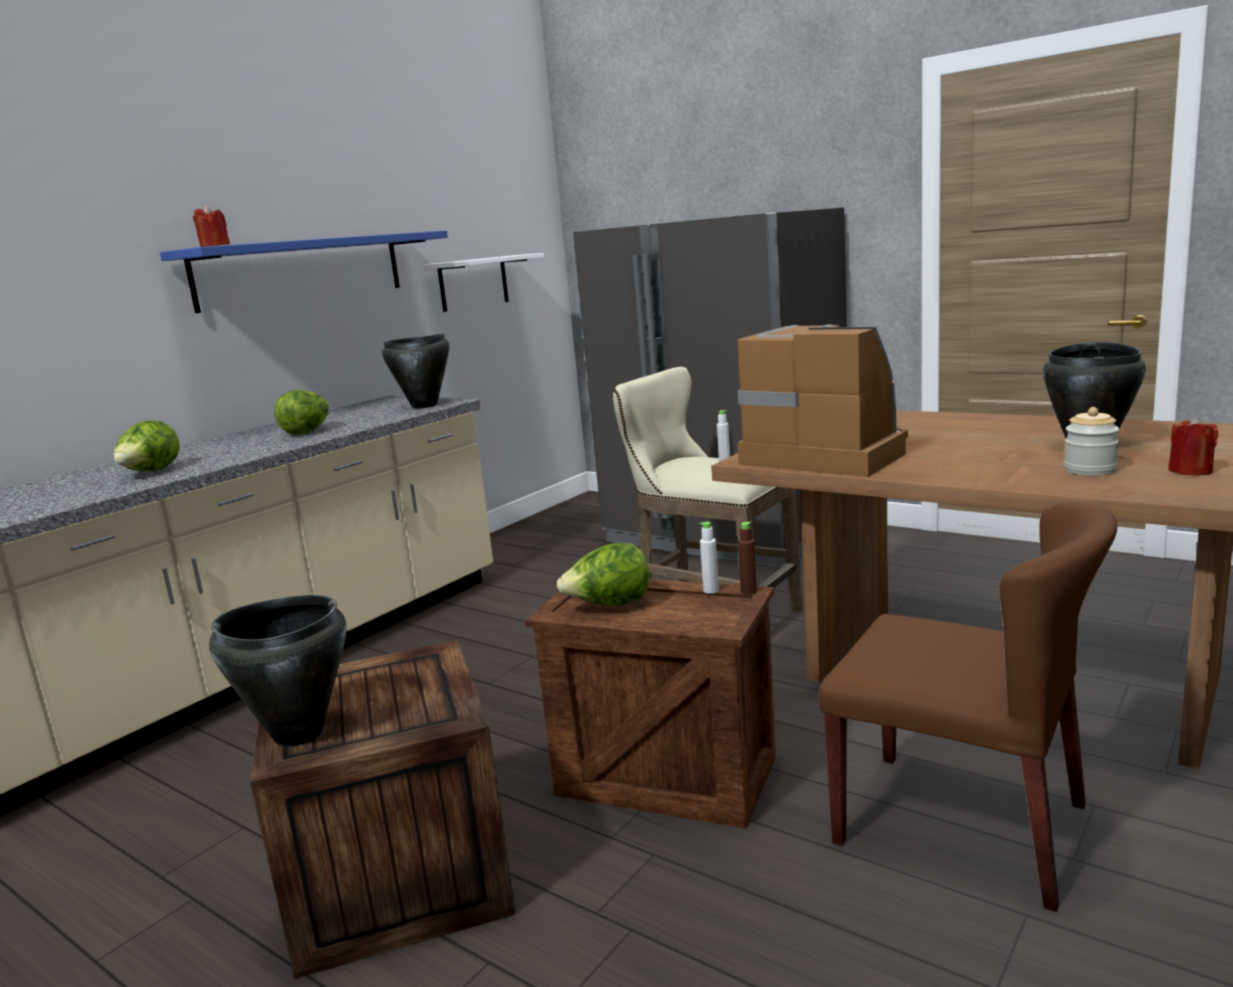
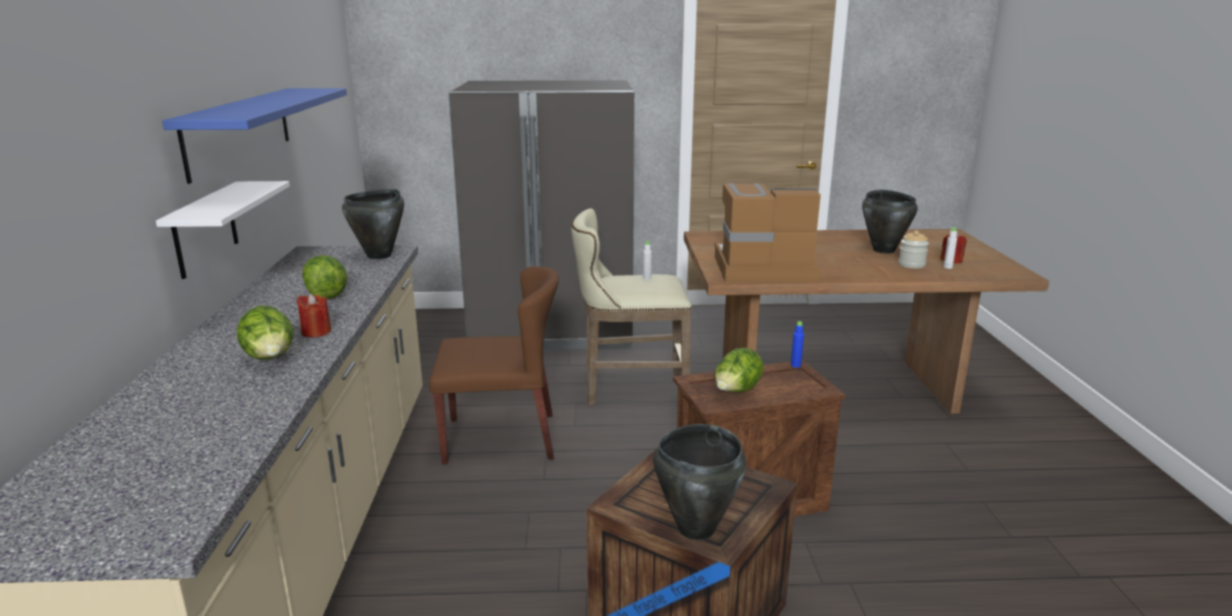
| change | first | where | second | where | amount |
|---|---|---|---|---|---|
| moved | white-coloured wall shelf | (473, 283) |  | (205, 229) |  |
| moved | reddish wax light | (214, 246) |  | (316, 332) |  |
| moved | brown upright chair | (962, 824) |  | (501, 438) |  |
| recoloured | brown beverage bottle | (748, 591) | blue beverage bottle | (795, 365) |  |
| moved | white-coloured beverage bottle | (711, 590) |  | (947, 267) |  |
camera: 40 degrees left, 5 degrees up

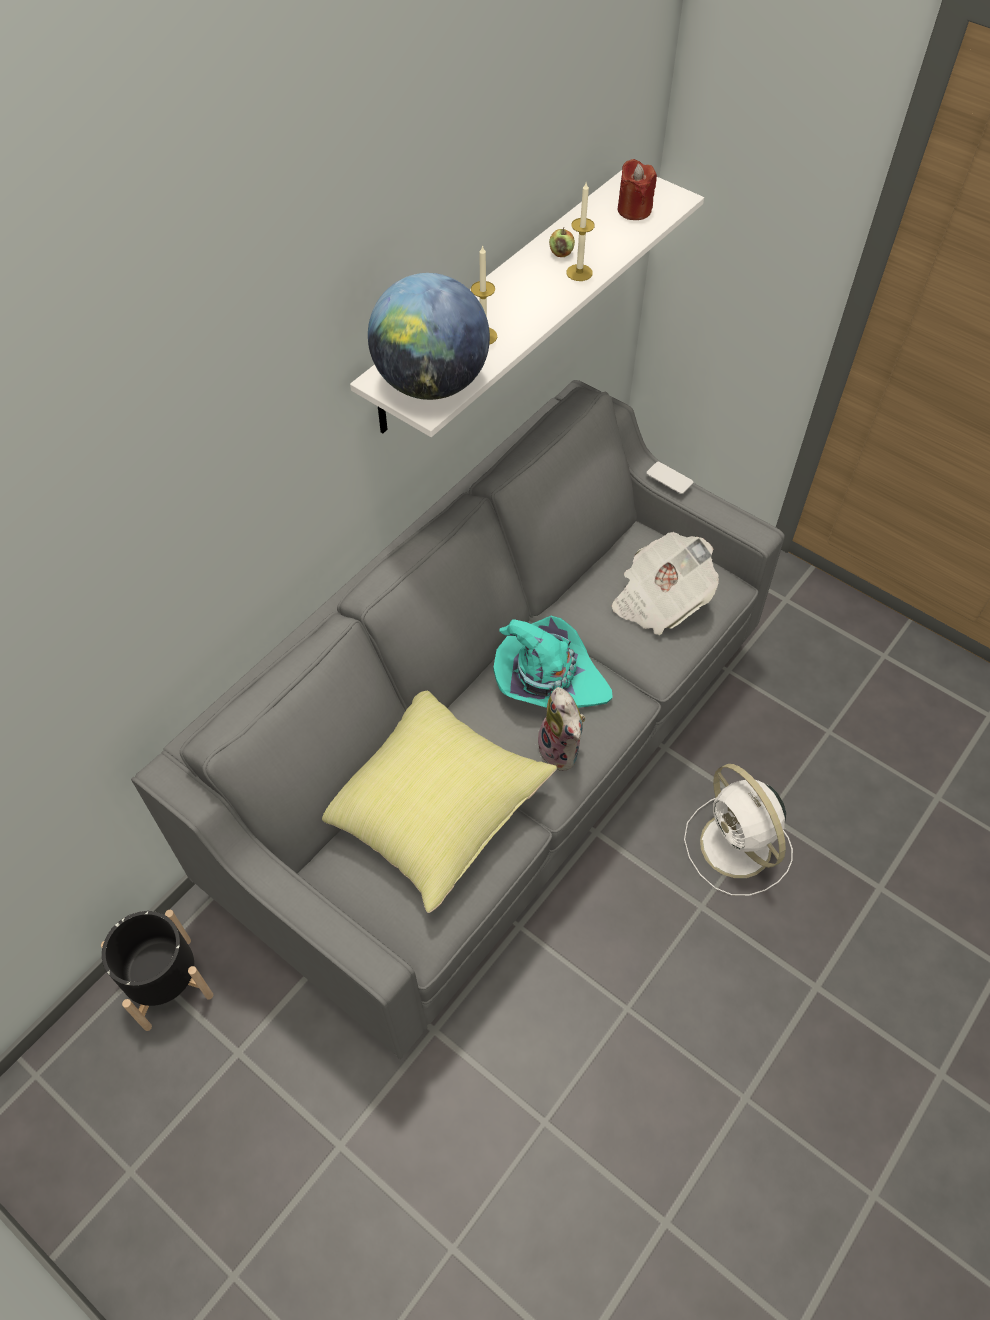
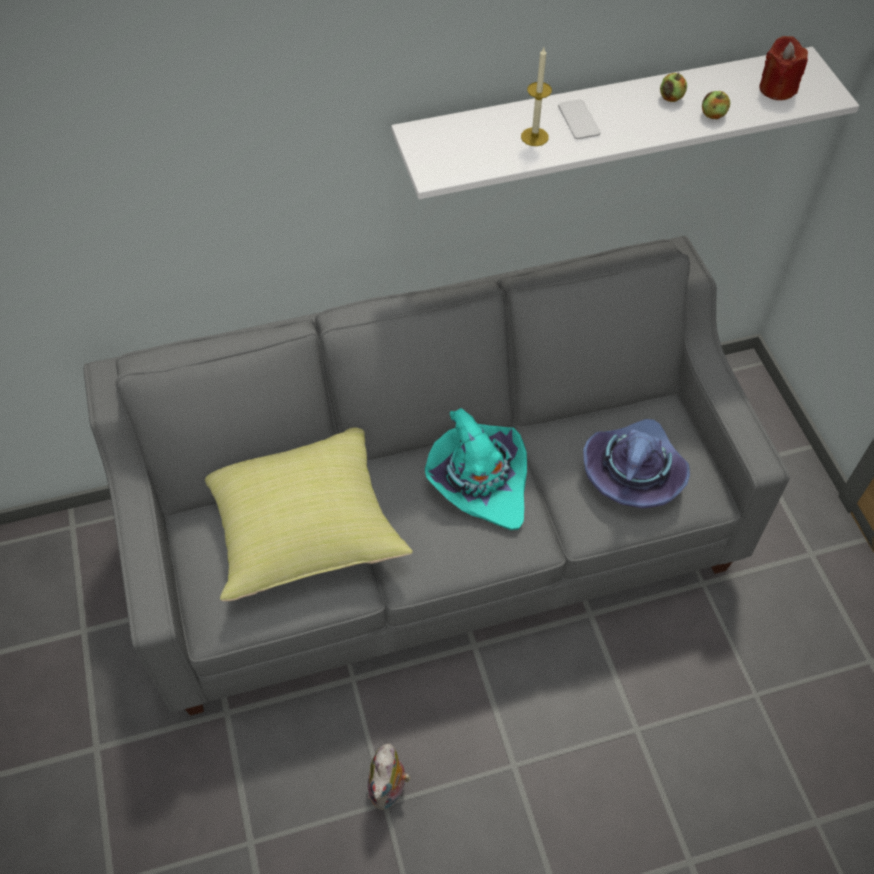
| change | first | where | second | where | amount |
|---|---|---|---|---|---|
| moved | plush toy | (562, 751) |  | (389, 789) |  |
| moved | phone | (669, 478) |  | (578, 120) |  |
| replaced | newspaper | (660, 599) | purplish hat | (633, 471) |  |
| added |  |  | apple | (713, 115) |  |
| removed | black-coloured planter | (167, 983) |  |  |  |
| removed | globe | (431, 384) |  |  |  |
| removed | wax light | (579, 272) |  |  |  |
| removed | white-coloured cooling fan | (737, 848) |  |  |  |
camera: 35 degrees right, 0 degrees up

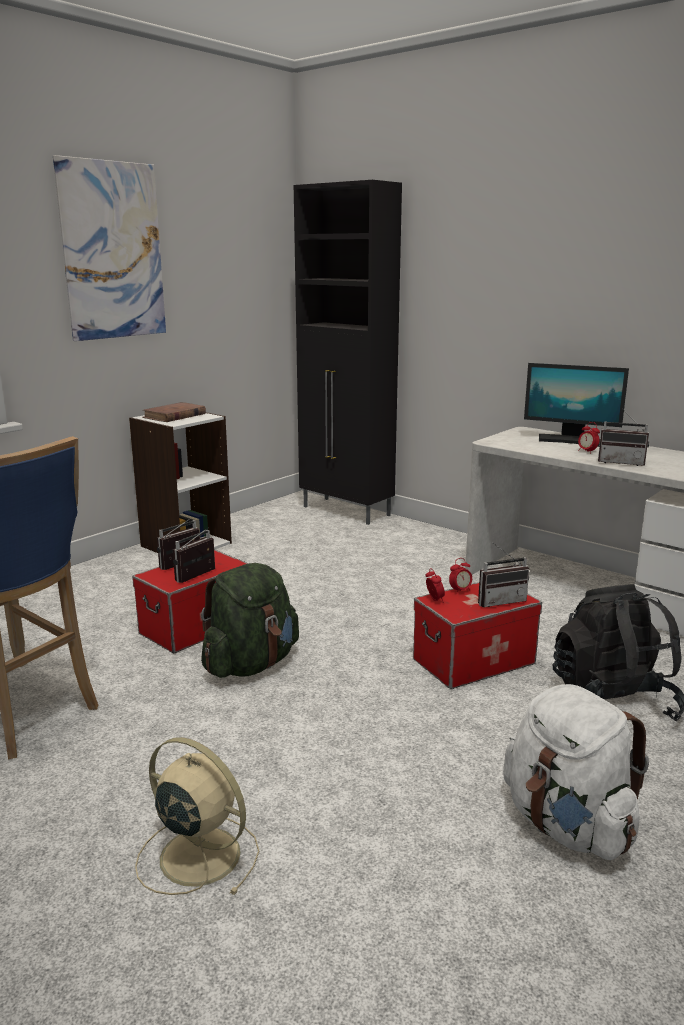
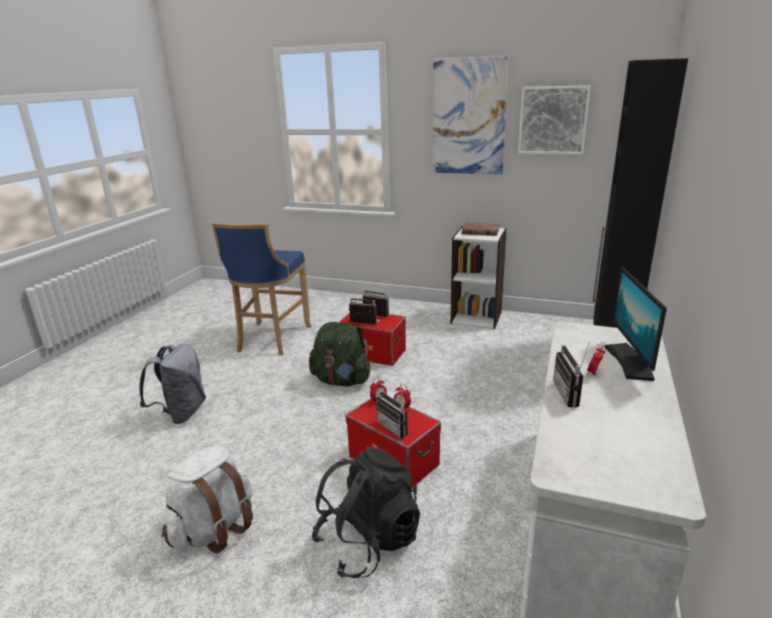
| change | first | where | second | where | amount |
|---|---|---|---|---|---|
| replaced | beige-coloured cooling fan | (197, 854) | grey backpack | (181, 413) |  |
| added |  |  | picture | (553, 120) |  |
camera: 70 degrees right, 5 degrees up

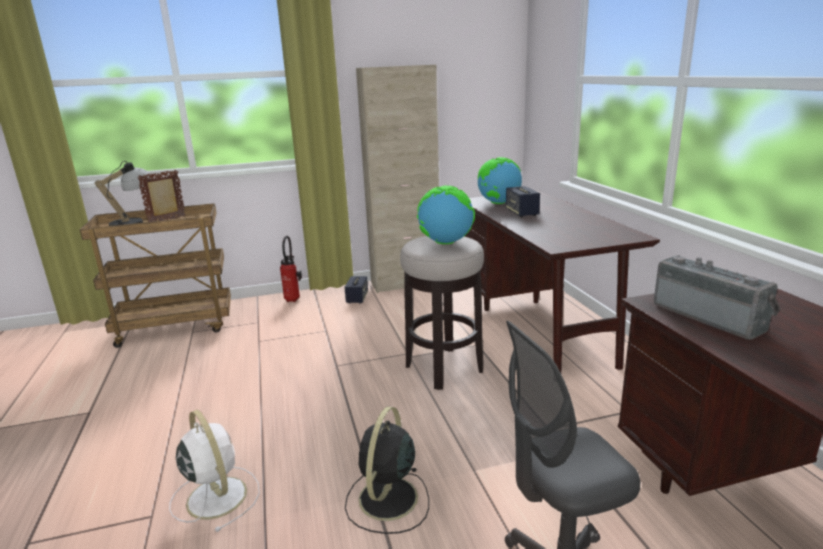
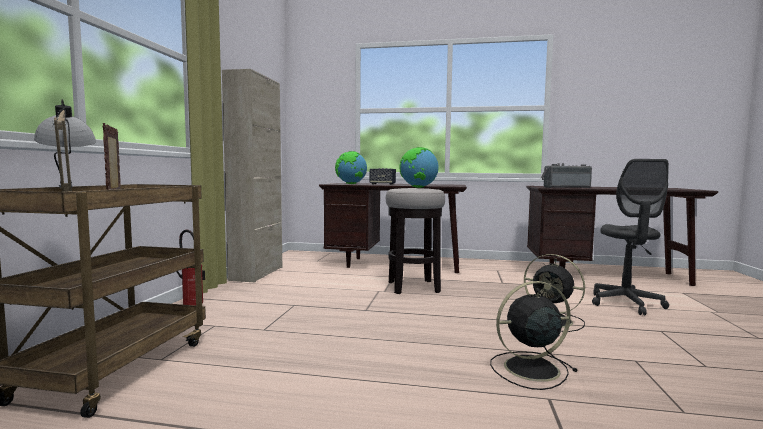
| change | first | where | second | where | amount |
|---|---|---|---|---|---|
| recoloured | white-coloured cooling fan | (216, 496) | black-coloured cooling fan | (529, 369) |  |
| removed | audio speaker | (357, 298) |  |  |  |
camera: 65 degrees left, 15 degrees down

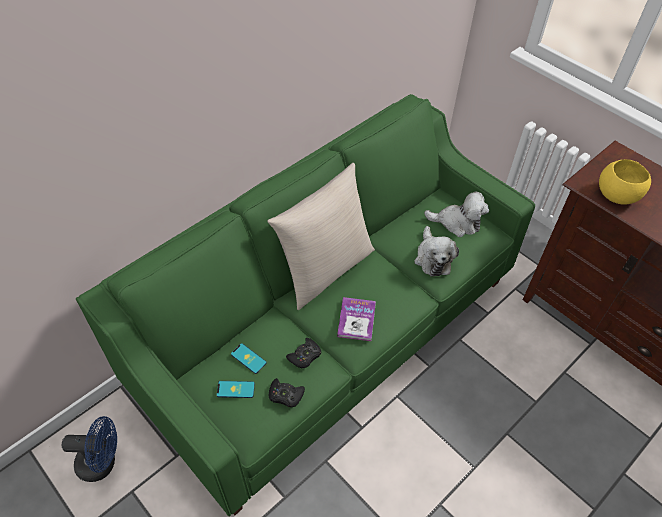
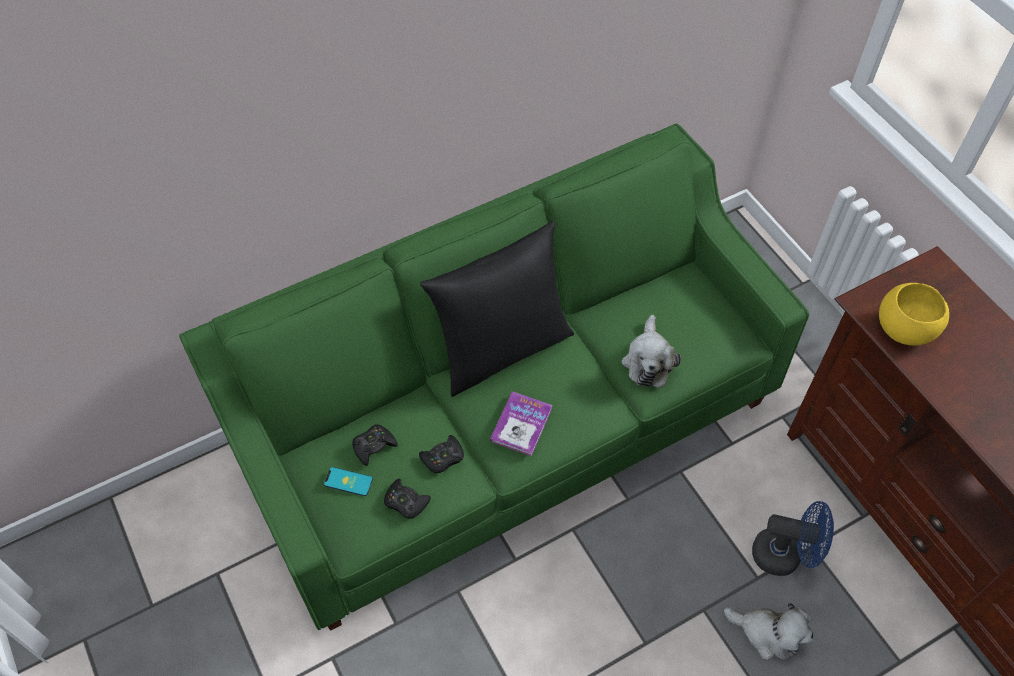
| change | first | where | second | where | amount |
|---|---|---|---|---|---|
| replaced | phone | (248, 358) | black-coloured gamepad | (374, 446) |  |
| recoloured | beige-coloured pillow | (325, 269) | black-coloured pillow | (502, 348) |  |
| moved | plush toy | (457, 223) |  | (768, 633) |  |
| moved | blue cooling fan | (102, 463) |  | (785, 555) |  |
camera: 15 degrees right, 5 degrees up

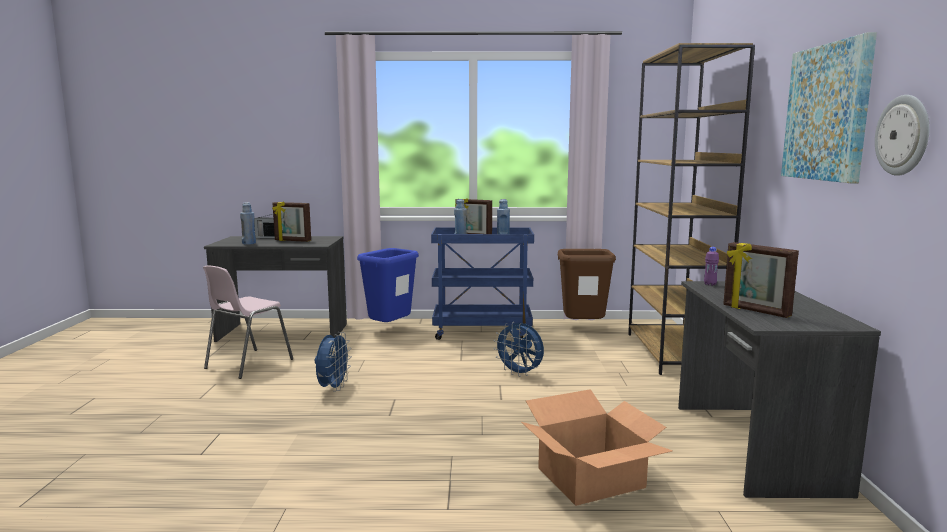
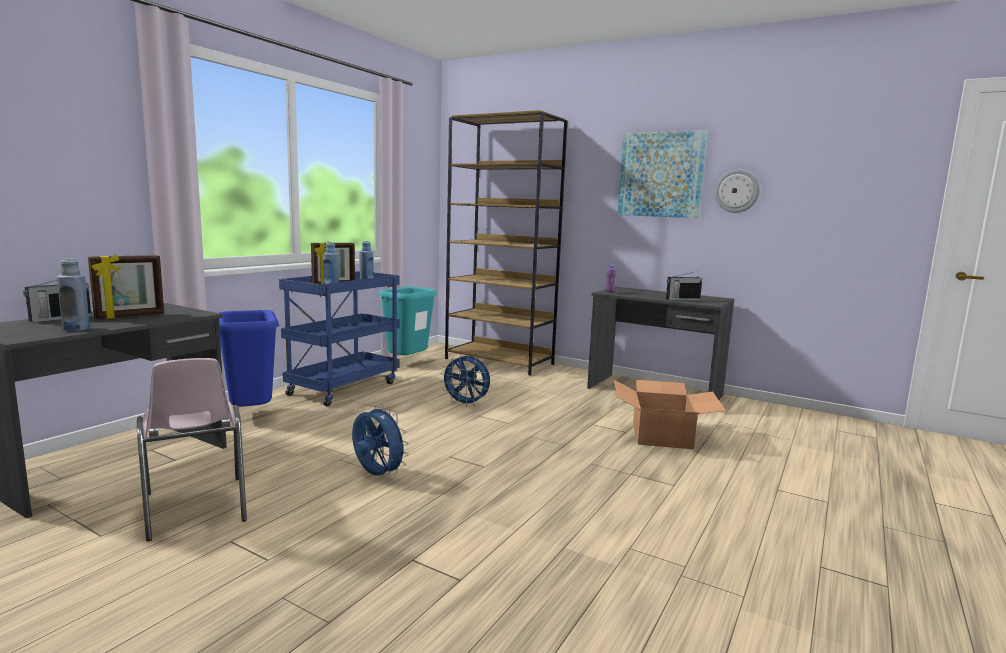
| change | first | where | second | where | amount |
|---|---|---|---|---|---|
| recoloured | brown rubbish bin | (584, 328) | turquoise rubbish bin | (408, 363) |  |
| turned | blue cooling fan | (520, 373) |  | (466, 404) | 45 degrees clockwise |
| replaced | picture frame | (755, 311) | radio receiver | (682, 299) |  |
camera: 60 degrees left, 0 degrees up

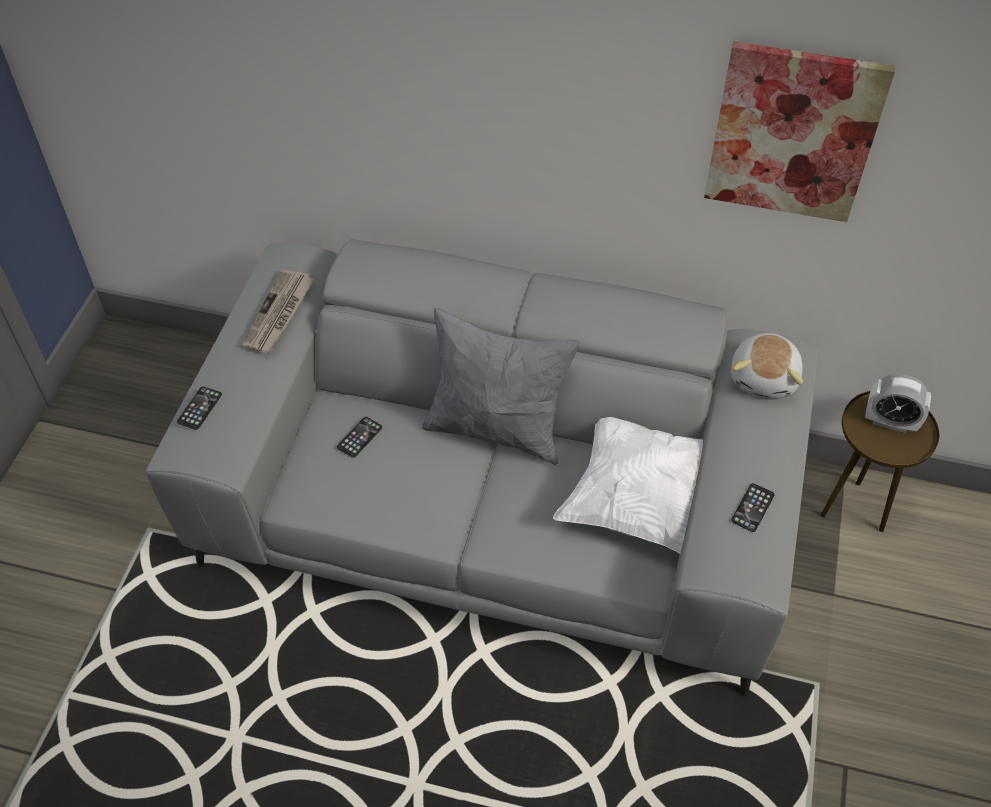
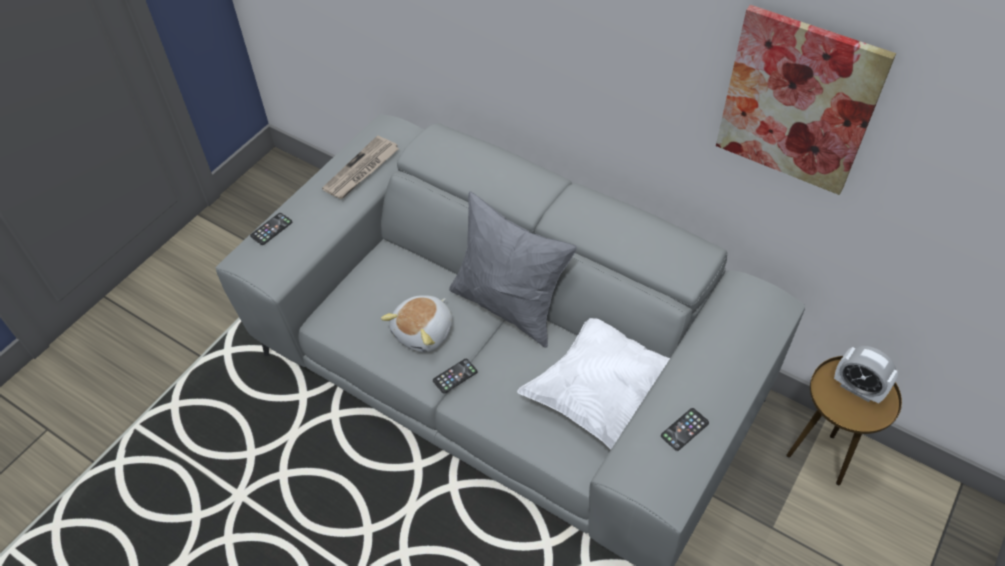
| change | first | where | second | where | amount |
|---|---|---|---|---|---|
| moved | plush toy | (765, 377) |  | (424, 332) |  |
| moved | phone | (359, 437) |  | (455, 376) |  |
camera: 20 degrees right, 0 degrees up

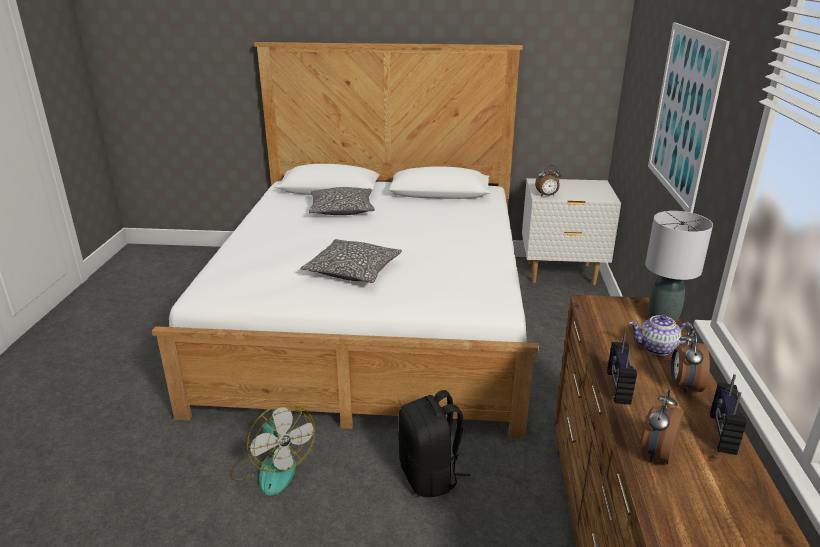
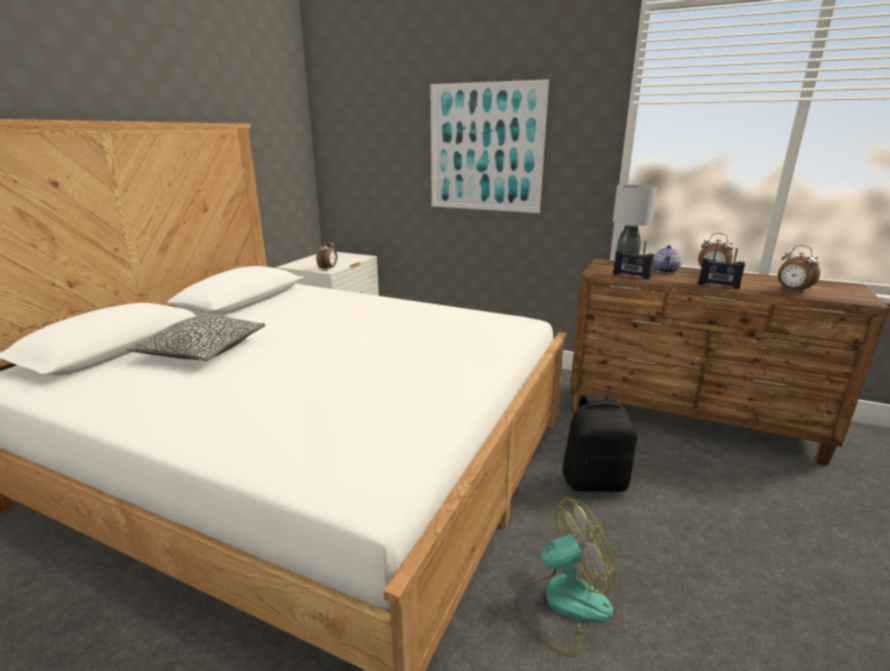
| change | first | where | second | where | amount |
|---|---|---|---|---|---|
| moved | radio receiver | (721, 433) |  | (631, 276) |  |
| removed | pillow | (353, 271) |  |  |  |
camera: 70 degrees left, 5 degrees down

